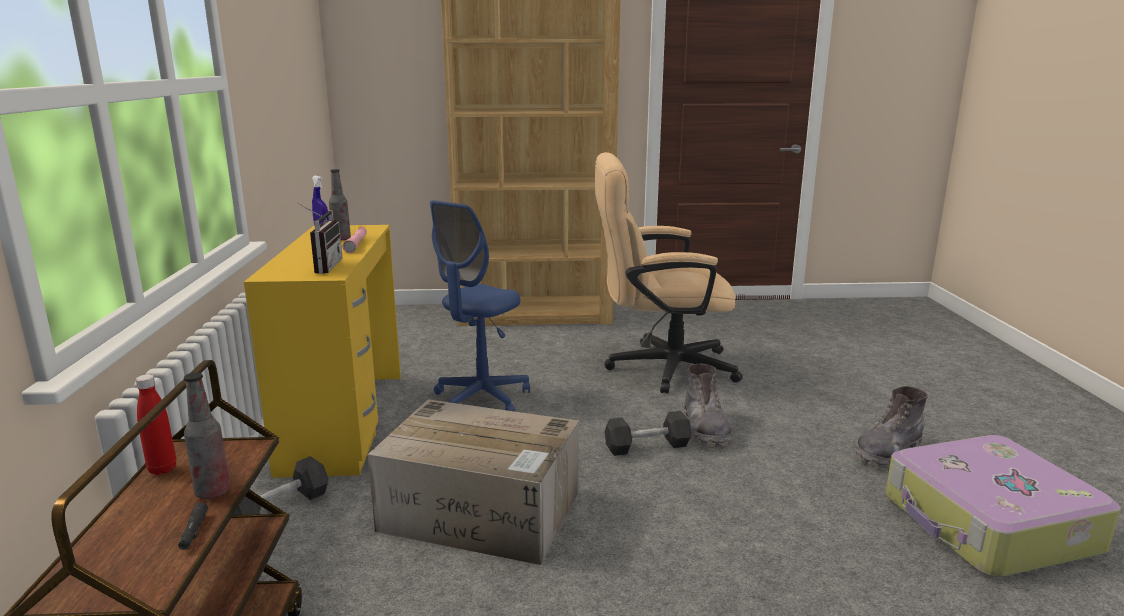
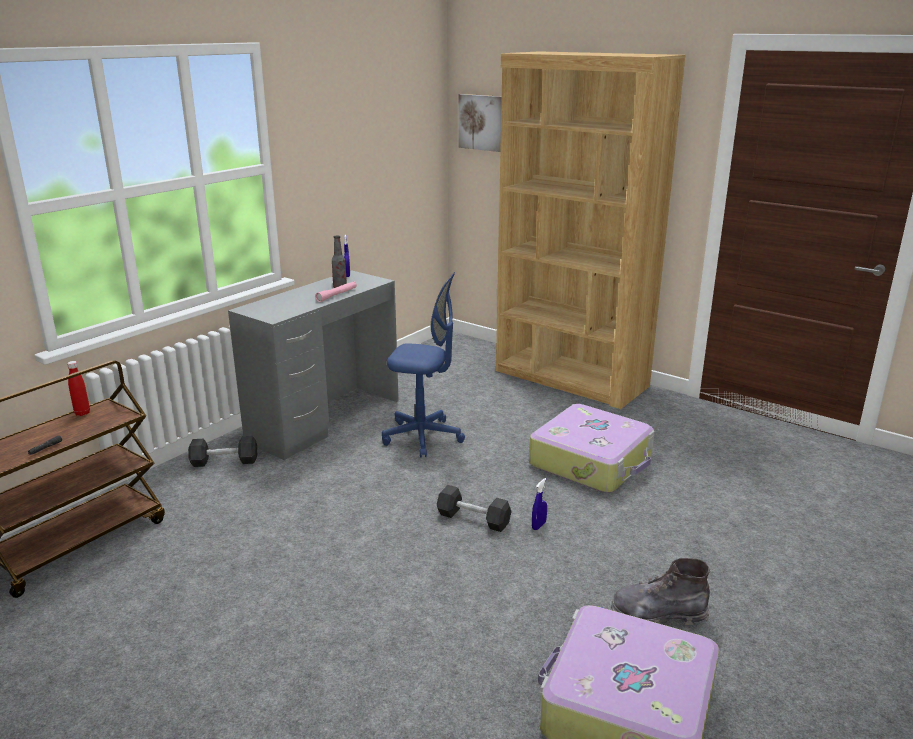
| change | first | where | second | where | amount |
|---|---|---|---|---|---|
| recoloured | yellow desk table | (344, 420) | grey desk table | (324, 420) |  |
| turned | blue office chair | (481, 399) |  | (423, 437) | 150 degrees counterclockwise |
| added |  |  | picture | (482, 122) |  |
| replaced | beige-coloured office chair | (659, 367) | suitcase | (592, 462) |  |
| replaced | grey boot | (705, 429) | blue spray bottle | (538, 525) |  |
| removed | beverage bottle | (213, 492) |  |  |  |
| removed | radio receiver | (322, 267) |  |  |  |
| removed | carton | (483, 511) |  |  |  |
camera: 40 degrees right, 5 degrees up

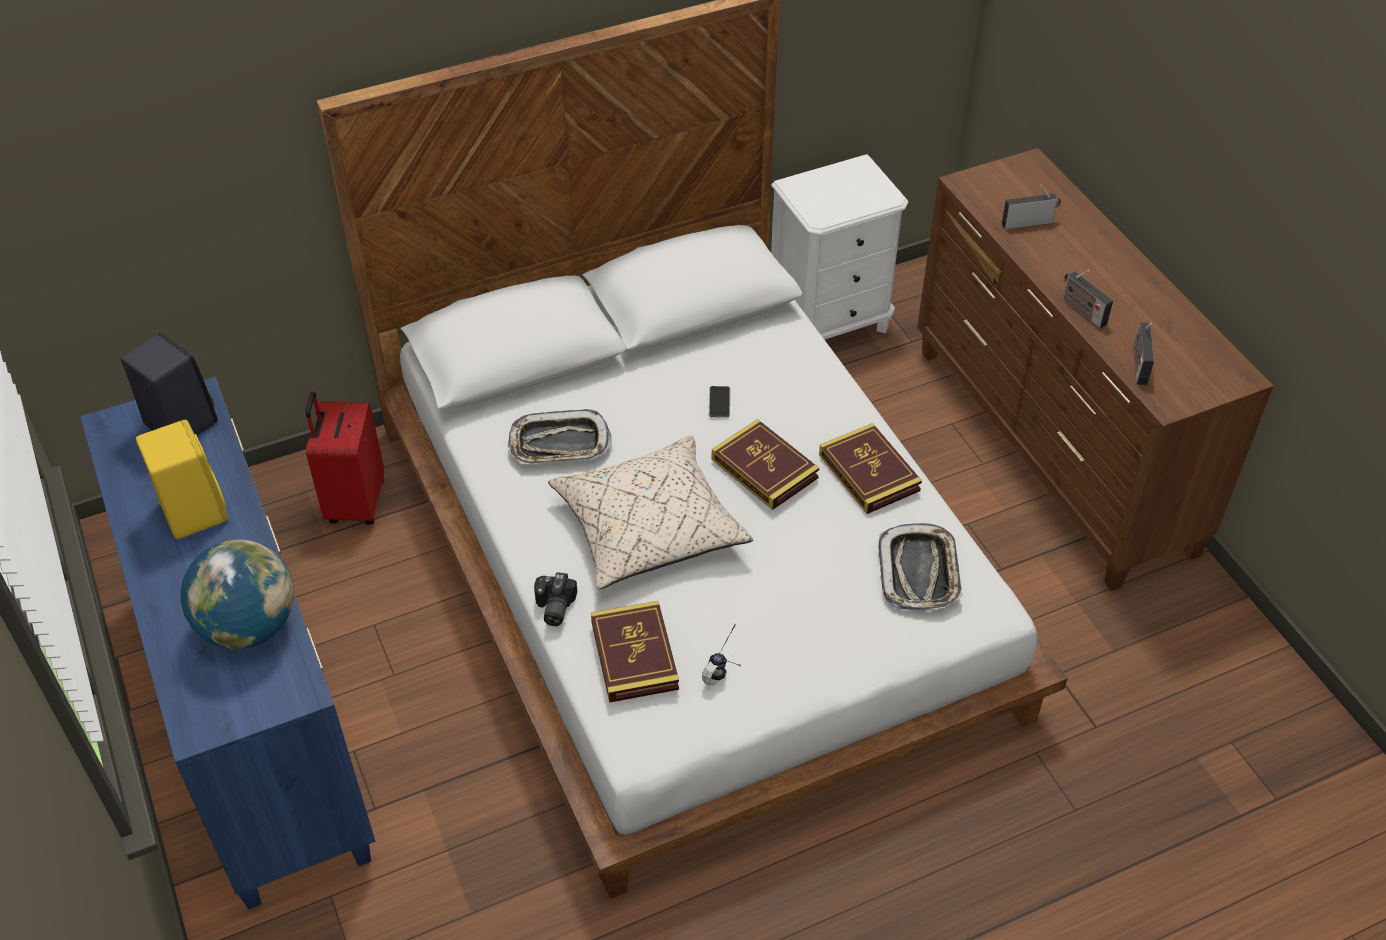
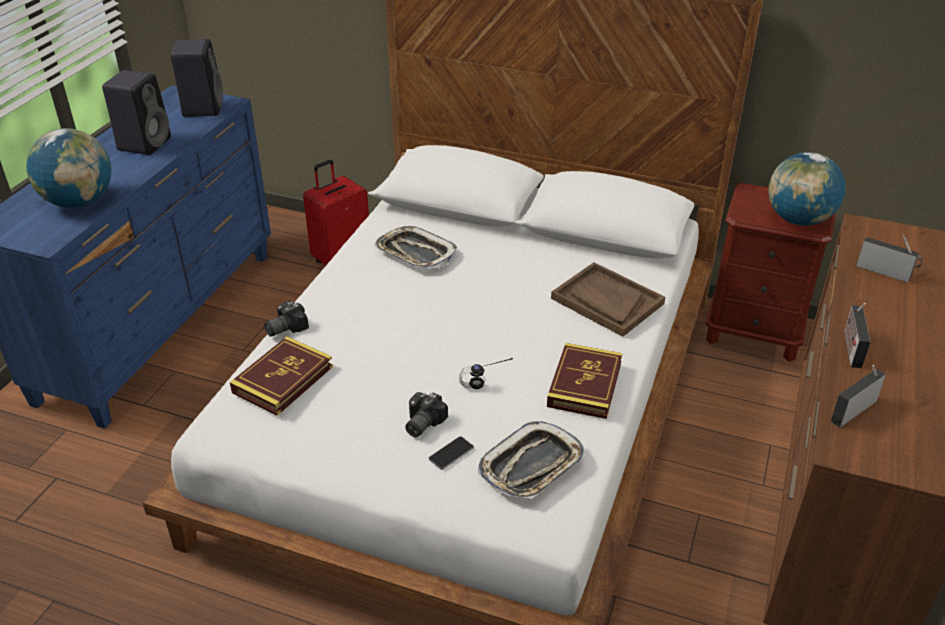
| change | first | where | second | where | amount |
|---|---|---|---|---|---|
| recoloured | yellow audio speaker | (192, 510) | black-coloured audio speaker | (145, 143) |  |
| added |  |  | still camera | (421, 423) |  |
| moved | phone | (719, 402) |  | (451, 454) |  |
| moved | headset | (728, 670) |  | (487, 388) |  |
| added |  |  | brown serving tray | (607, 301) |  |
| recoloured | white-coloured nightstand | (830, 322) | brown nightstand | (754, 333) |  |
| added |  |  | globe | (798, 220) |  |
| removed | beige-coloured pillow | (648, 527) |  |  |  |
| removed | bound book | (764, 468) |  |  |  |
camera: 45 degrees right, 10 degrees down

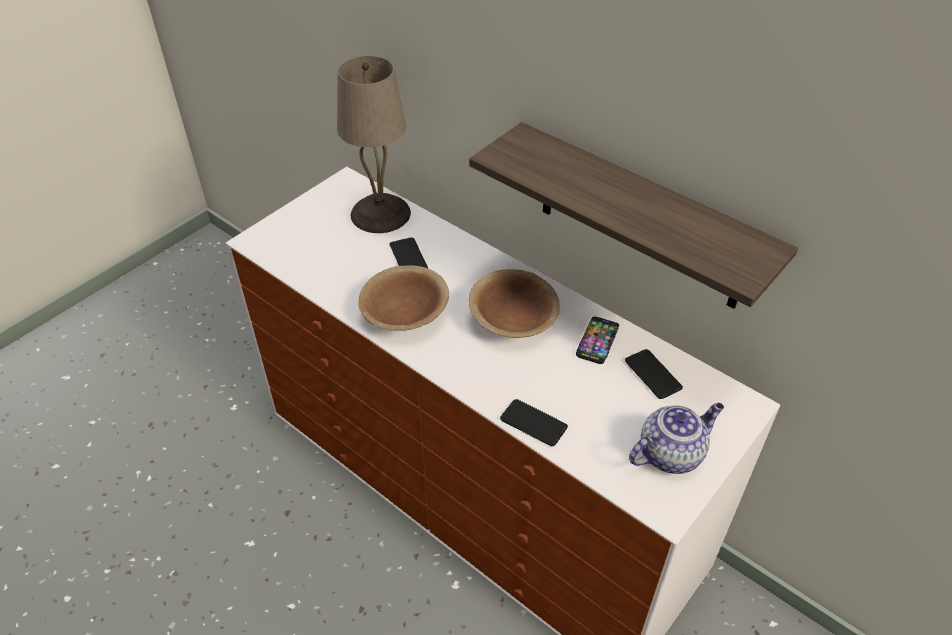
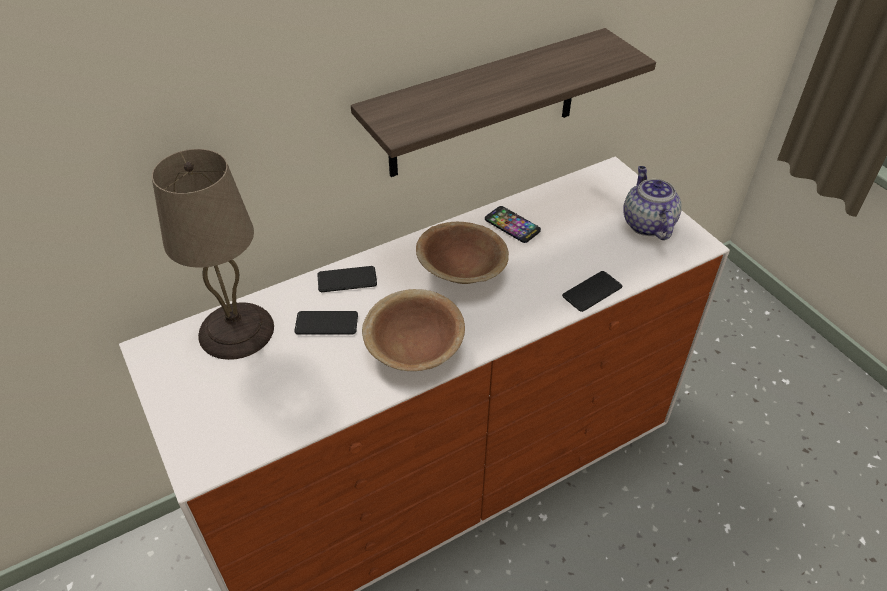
| change | first | where | second | where | amount |
|---|---|---|---|---|---|
| moved | phone | (653, 374) |  | (347, 280) |  |
camera: 70 degrees left, 0 degrees up

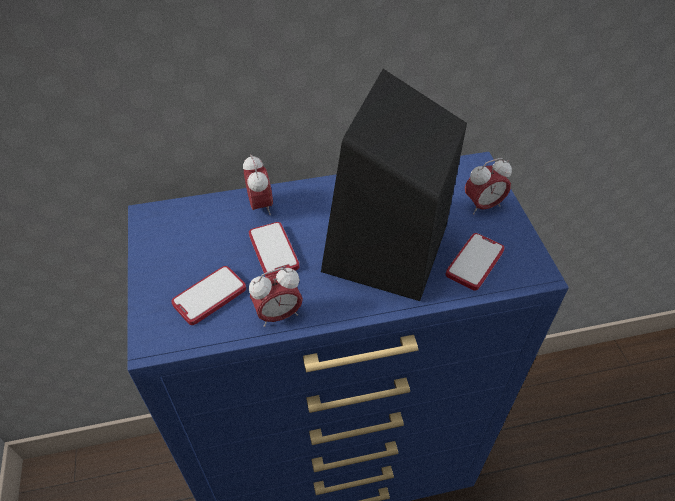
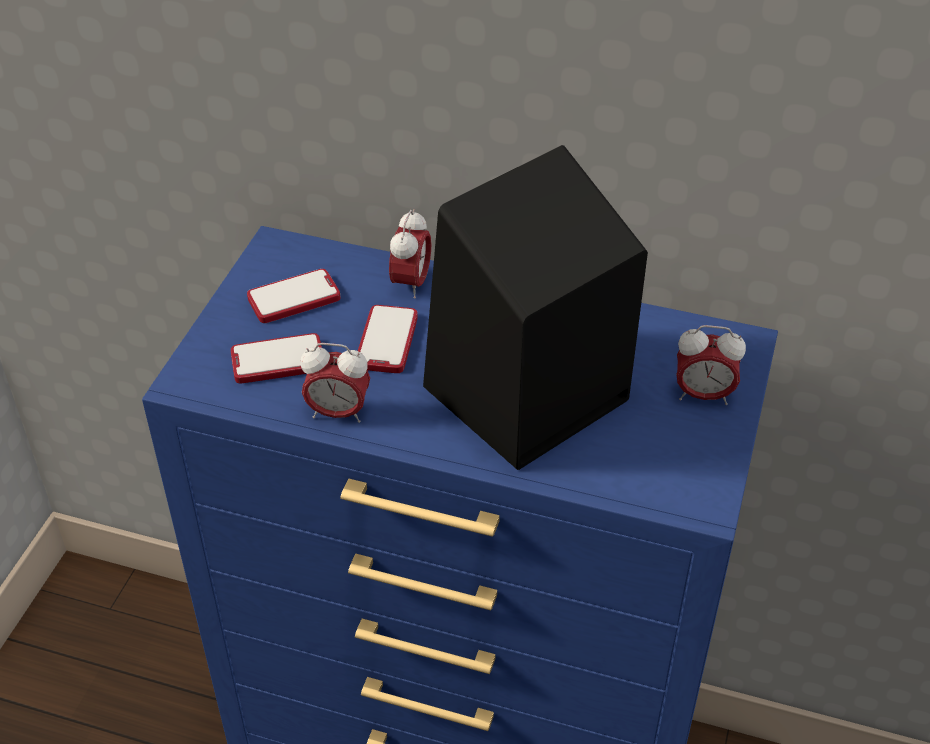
| change | first | where | second | where | amount |
|---|---|---|---|---|---|
| moved | phone | (474, 262) |  | (294, 298) |  |
camera: 30 degrees right, 5 degrees down

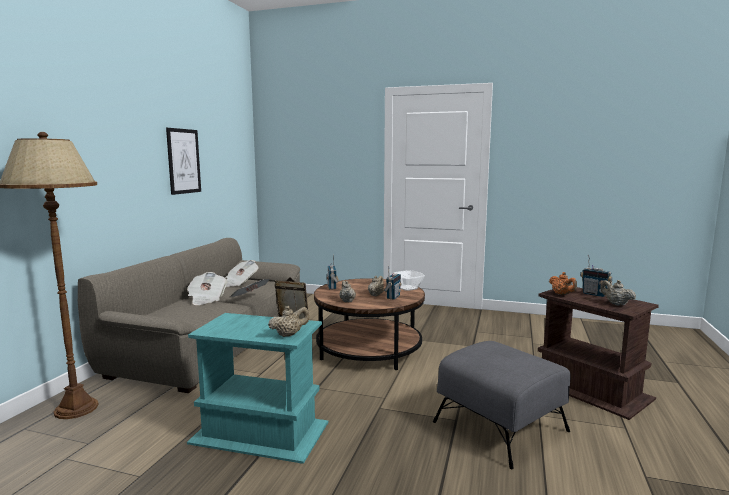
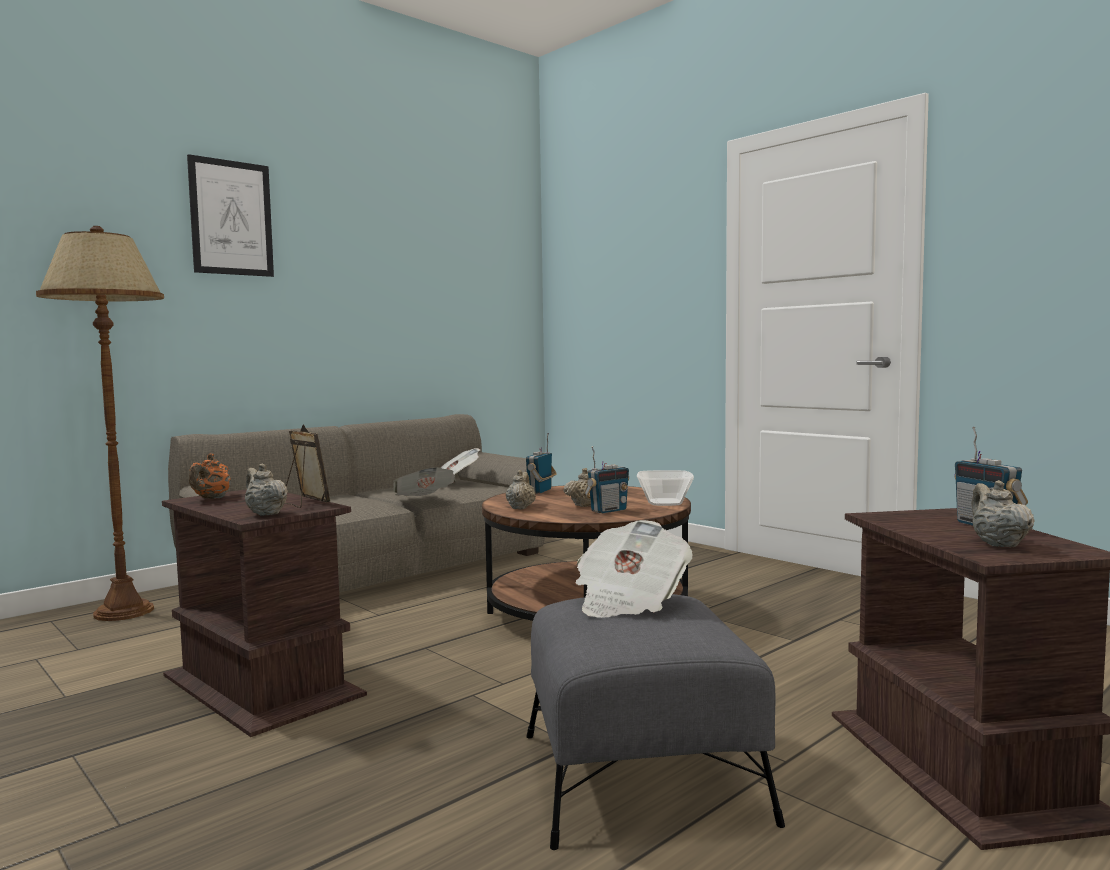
| change | first | where | second | where | amount |
|---|---|---|---|---|---|
| recoloured | turquoise accent table | (259, 432) | brown accent table | (260, 684) |  |
| moved | picture | (184, 161) |  | (231, 218) |  |
| moved | orange pot for tea | (562, 294) |  | (211, 498) |  |
| turned | beige-coloured pot for tea | (289, 334) |  | (265, 513) | 135 degrees counterclockwise |
| moved | newspaper | (206, 299) |  | (628, 601) |  |
camera: 30 degrees right, 5 degrees down

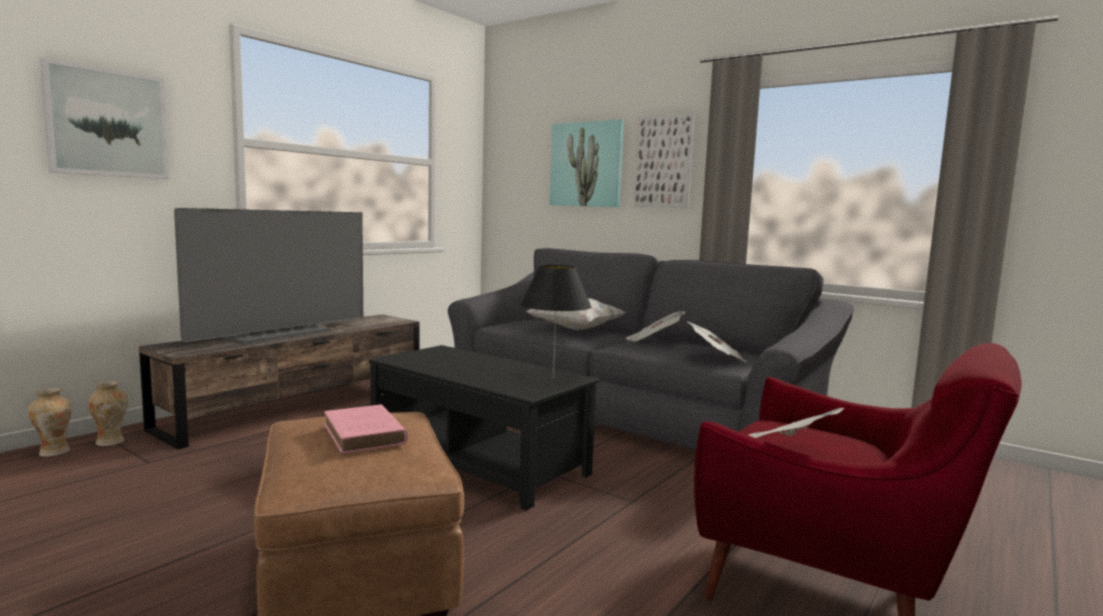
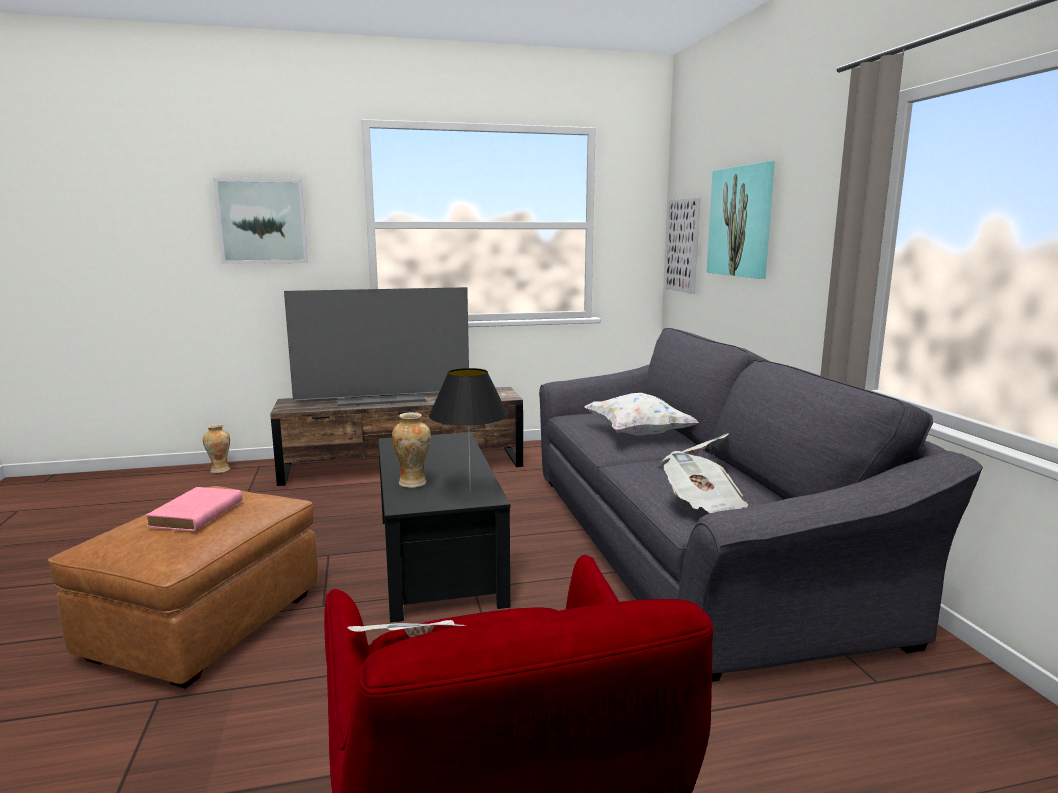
| change | first | where | second | where | amount |
|---|---|---|---|---|---|
| moved | flower vase | (111, 442) |  | (413, 483) |  |
| moved | picture | (664, 161) |  | (683, 245) |  |
camera: 40 degrees right, 5 degrees up

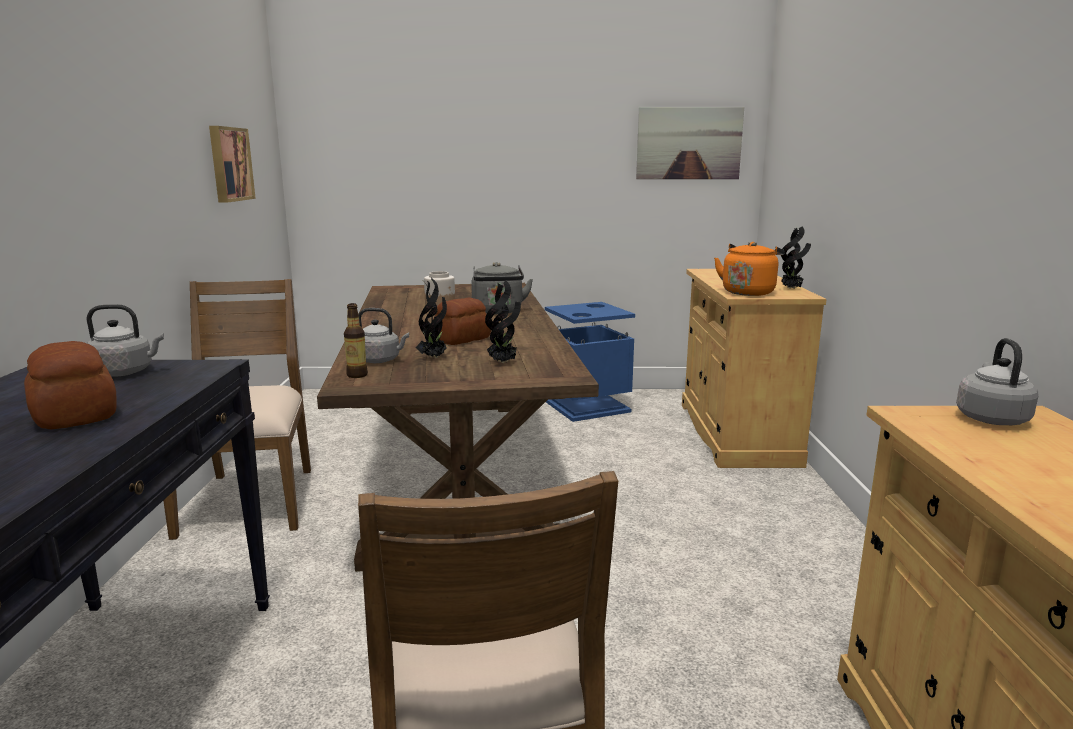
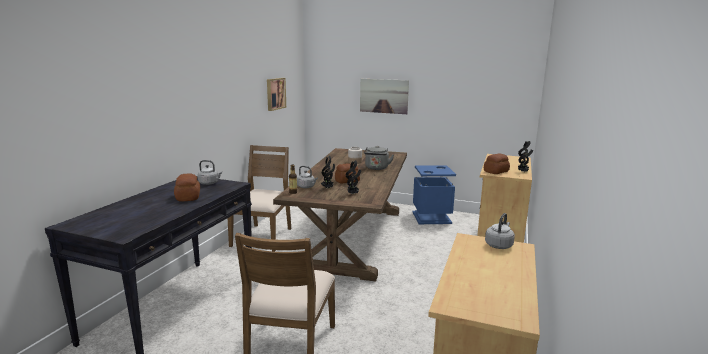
| change | first | where | second | where | amount |
|---|---|---|---|---|---|
| moved | picture | (689, 143) |  | (384, 96) |  |
| replaced | orange kettle | (748, 292) | bread | (496, 171) |  |
camera: 20 degrees right, 0 degrees up

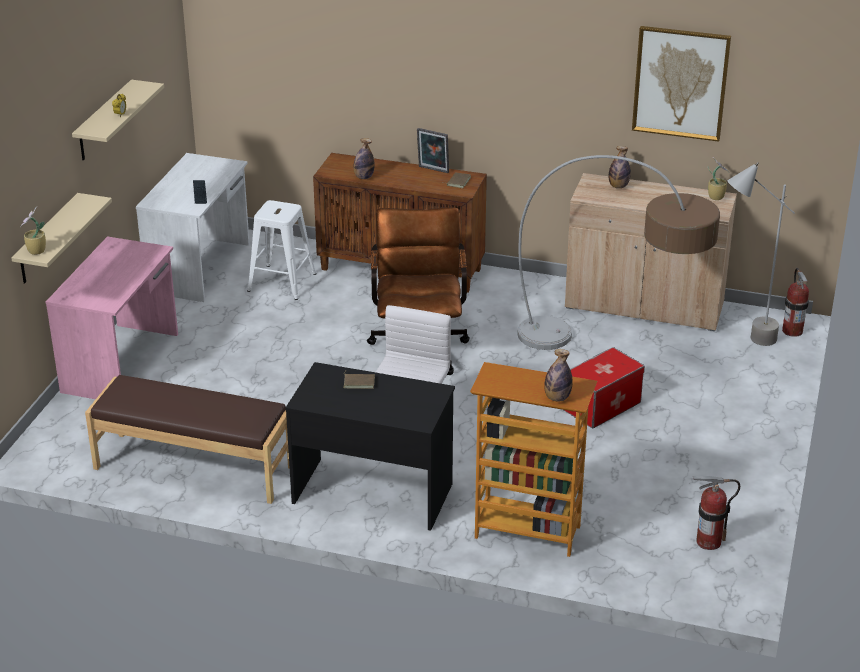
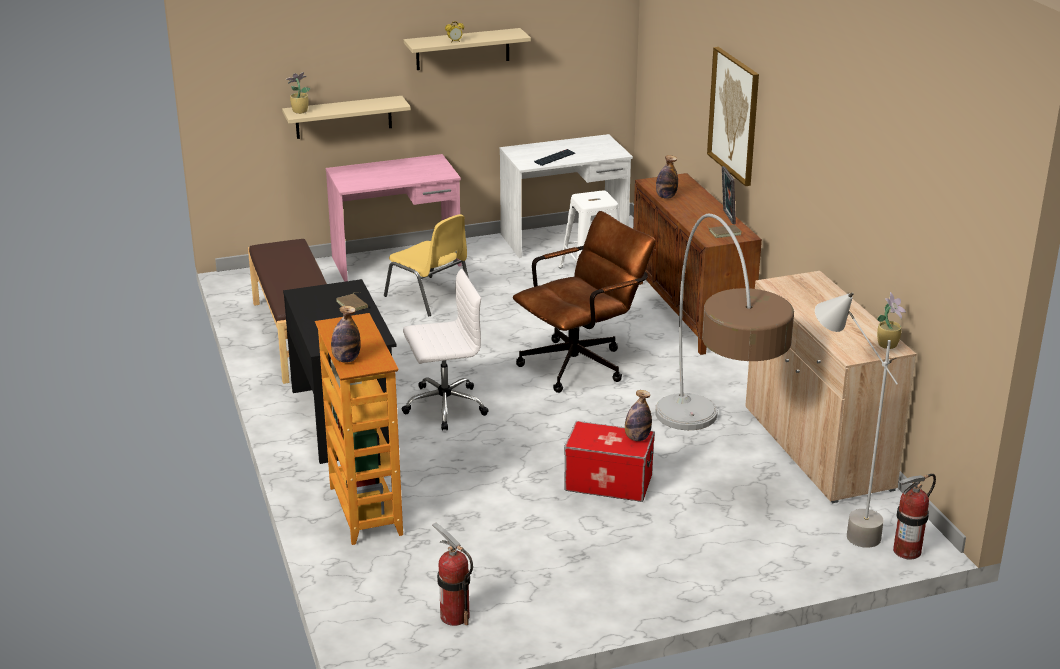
| change | first | where | second | where | amount |
|---|---|---|---|---|---|
| added |  |  | yellow upright chair | (430, 297) |  |
| moved | beverage bottle | (618, 186) |  | (637, 438) |  |
| moved | picture | (680, 83) |  | (734, 115) |  |
camera: 55 degrees right, 5 degrees down

